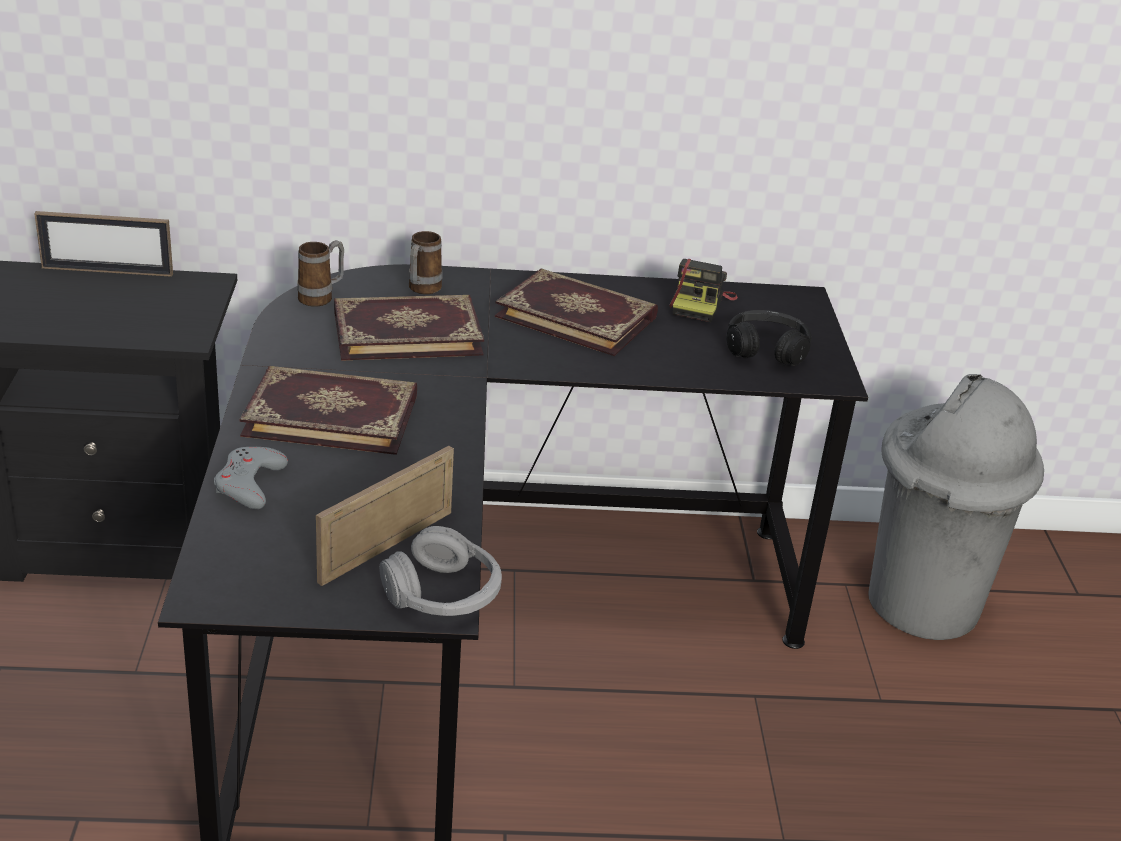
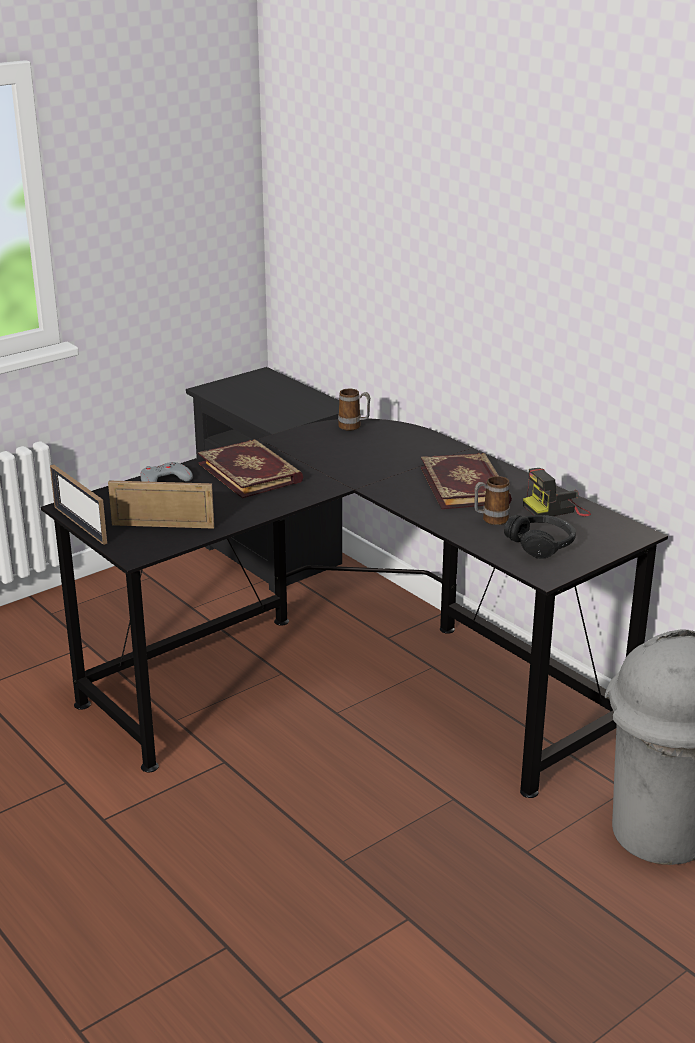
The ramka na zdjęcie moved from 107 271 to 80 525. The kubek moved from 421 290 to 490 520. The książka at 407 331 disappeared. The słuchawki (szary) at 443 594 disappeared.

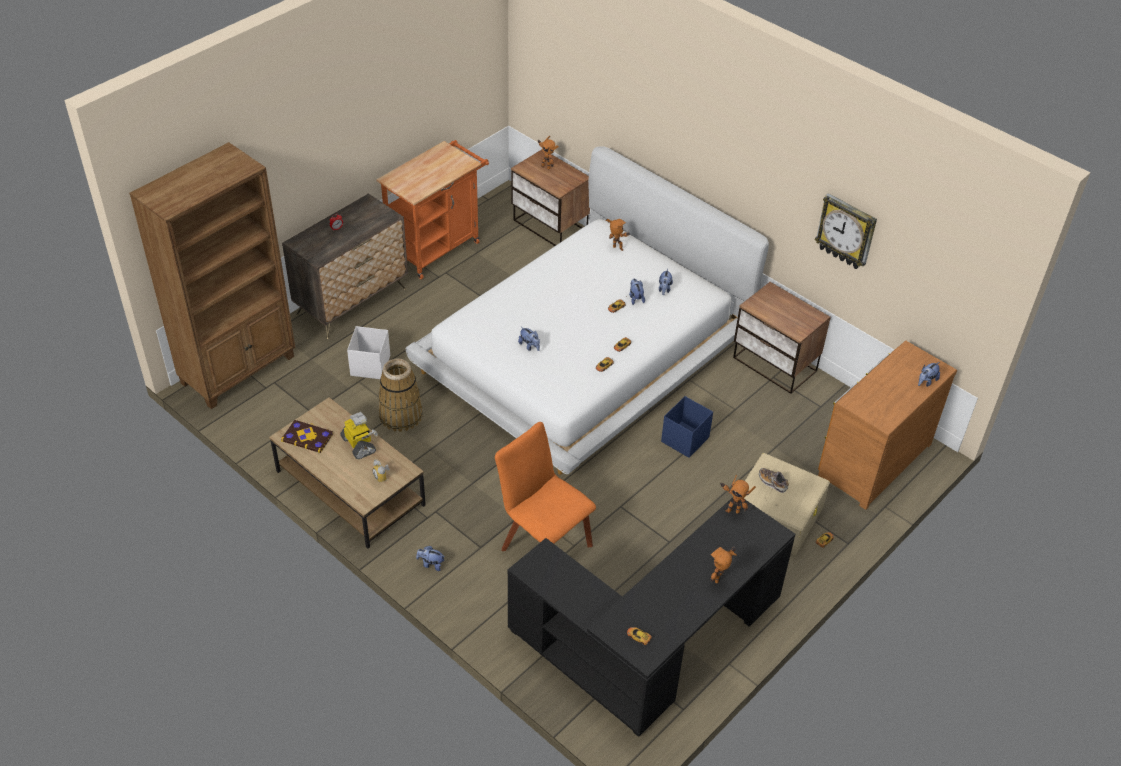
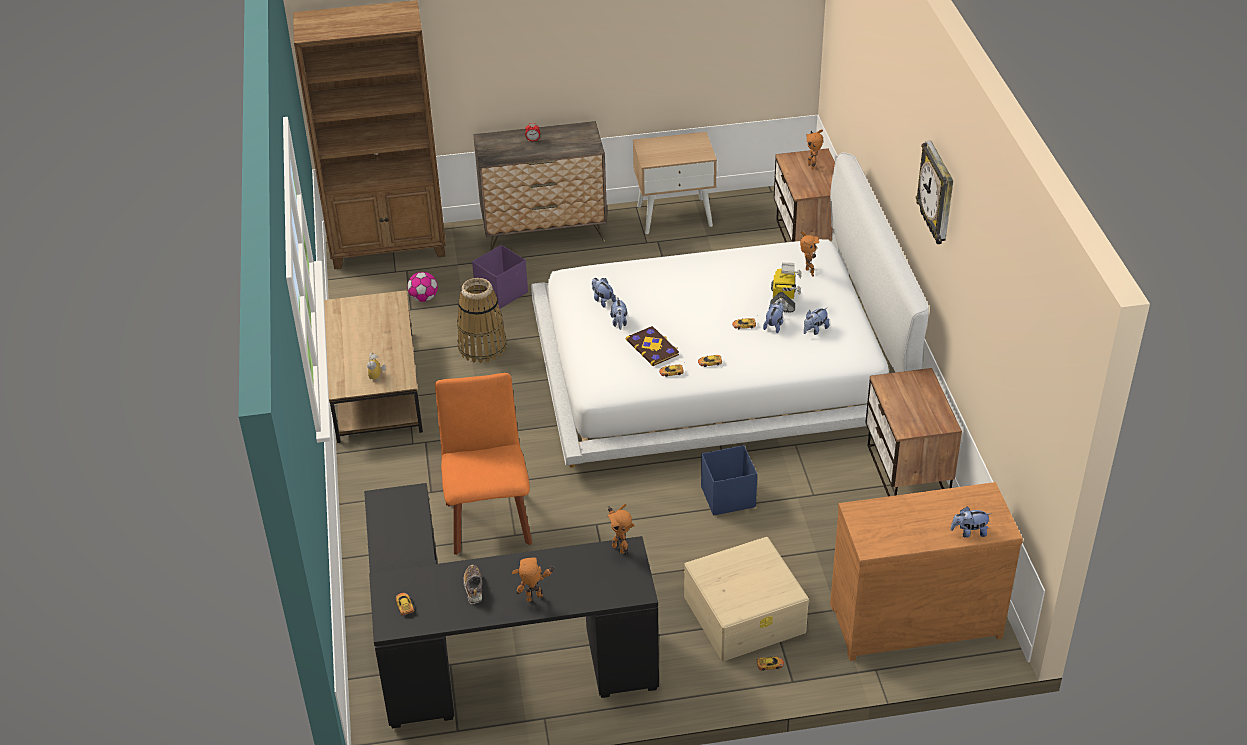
The wózek (pomarańczowy) at 438 247 was replaced by the szafka nocna (beżowy) at 675 215. The zegar ścienny moved from 846 231 to 938 194. The pojemnik do przechowywania (biały) at 371 365 became the pojemnik do przechowywania (fioletowy) at 502 293. The robot zabawkowy moved from 359 445 to 783 300. The książka moved from 307 437 to 653 347. The but moved from 772 483 to 474 588. The pluszak moved from 431 564 to 602 300. The piłka futbolowa at 424 298 appeared.

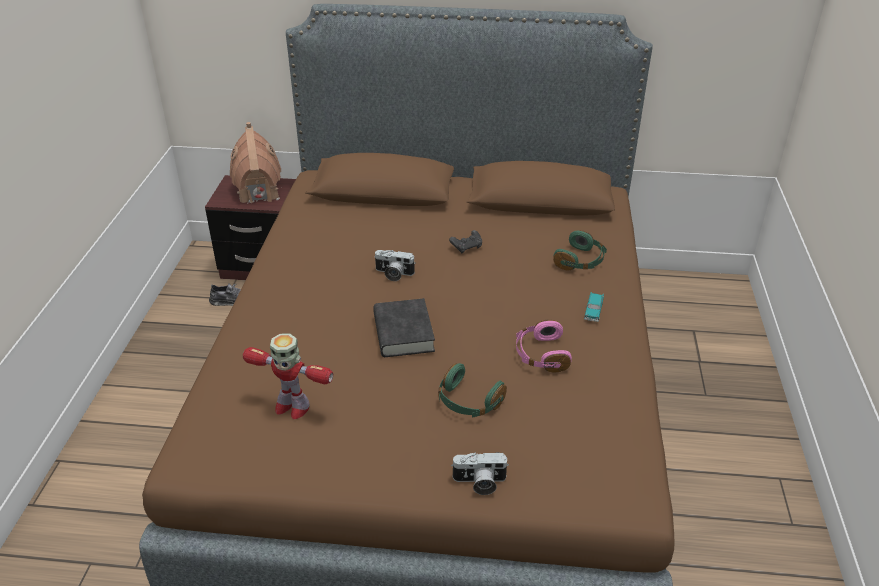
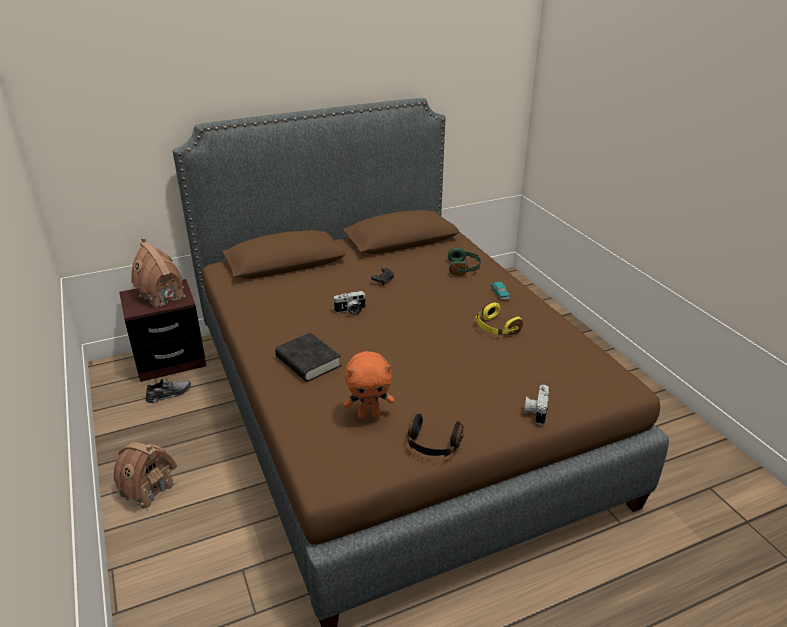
The książka (czarny) moved from 403 333 to 308 362. The słuchawki (różowy) at 540 355 became the słuchawki (żółty) at 495 328. The robot zabawkowy at 291 407 was replaced by the pluszak (pomarańczowy) at 369 414. The słuchawki (zielony) at 468 402 disappeared. The aparat fotograficzny at 479 483 turned 135 degrees clockwise. The słuchawki (czarny) at 433 445 appeared. The domek at 147 489 appeared.

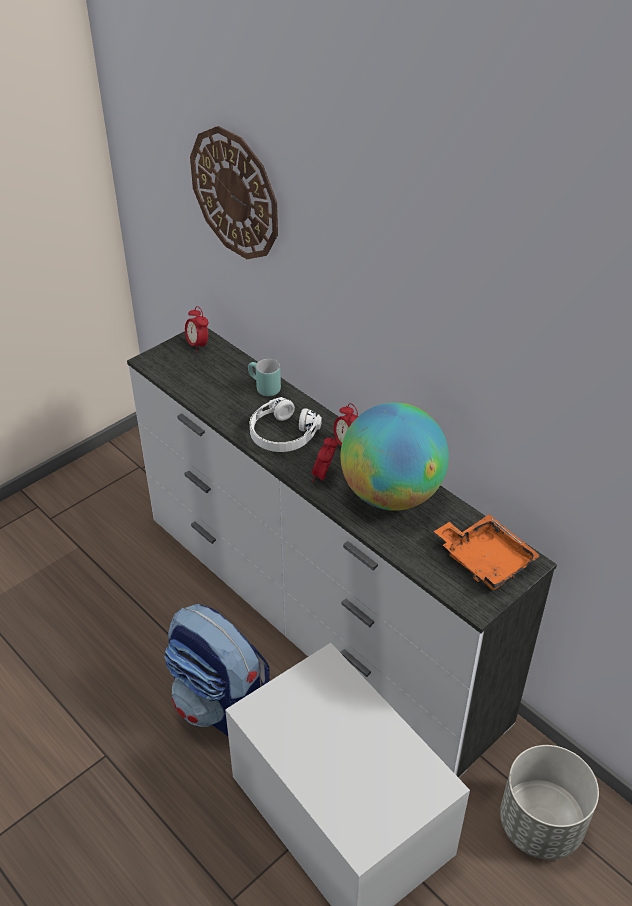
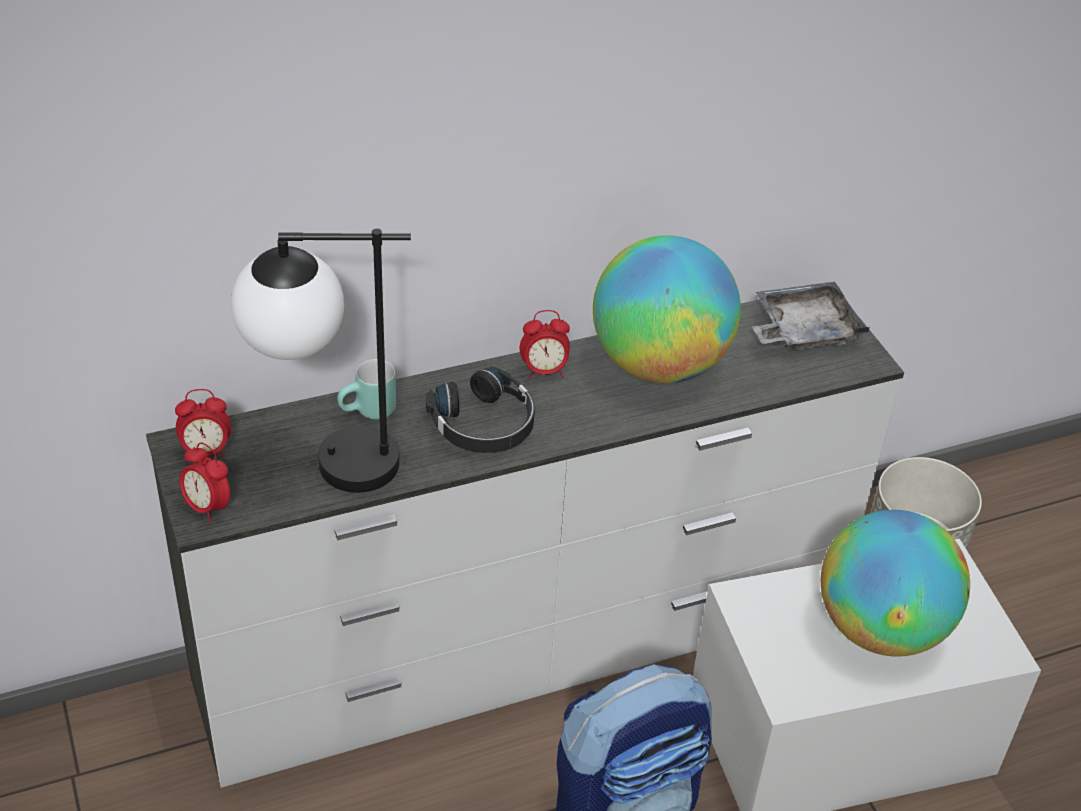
The zegar ścienny at 235 193 disappeared. The słuchawki (biały) at 282 434 became the słuchawki (czarny) at 484 424. The budzik moved from 324 476 to 207 507. The taca (pomarańczowy) at 485 559 became the taca (szary) at 803 330. The lampa stołowa at 324 464 appeared. The globus at 881 629 appeared.

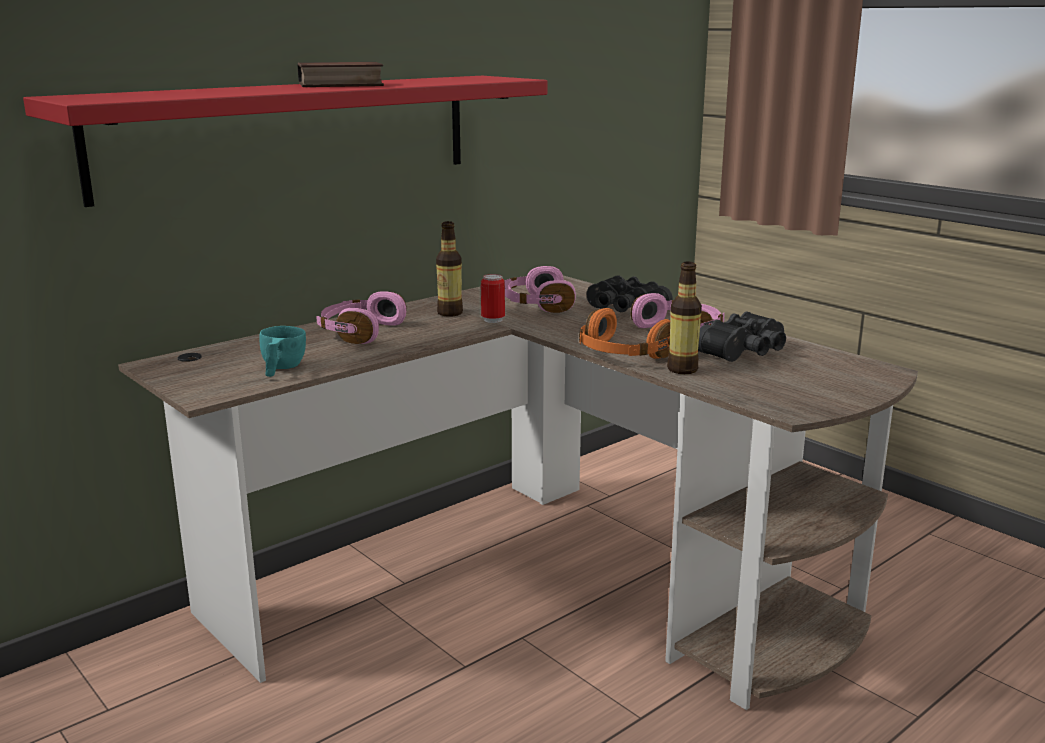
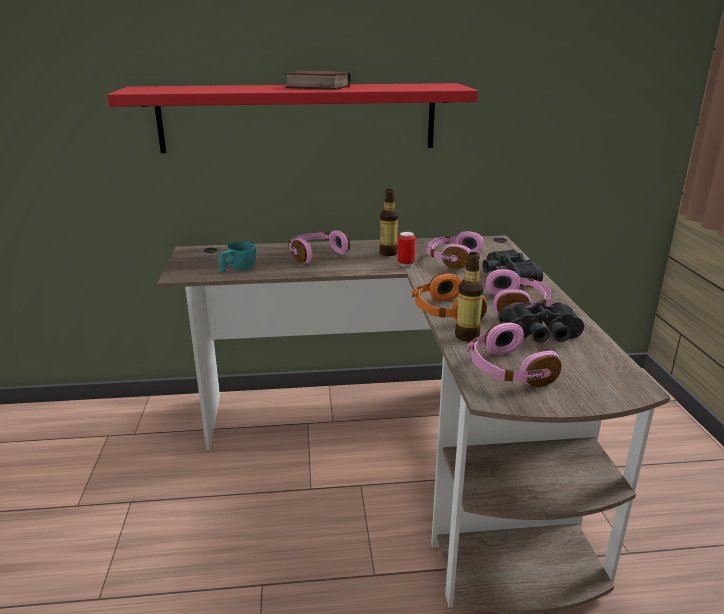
The słuchawki (różowy) at 506 371 appeared.

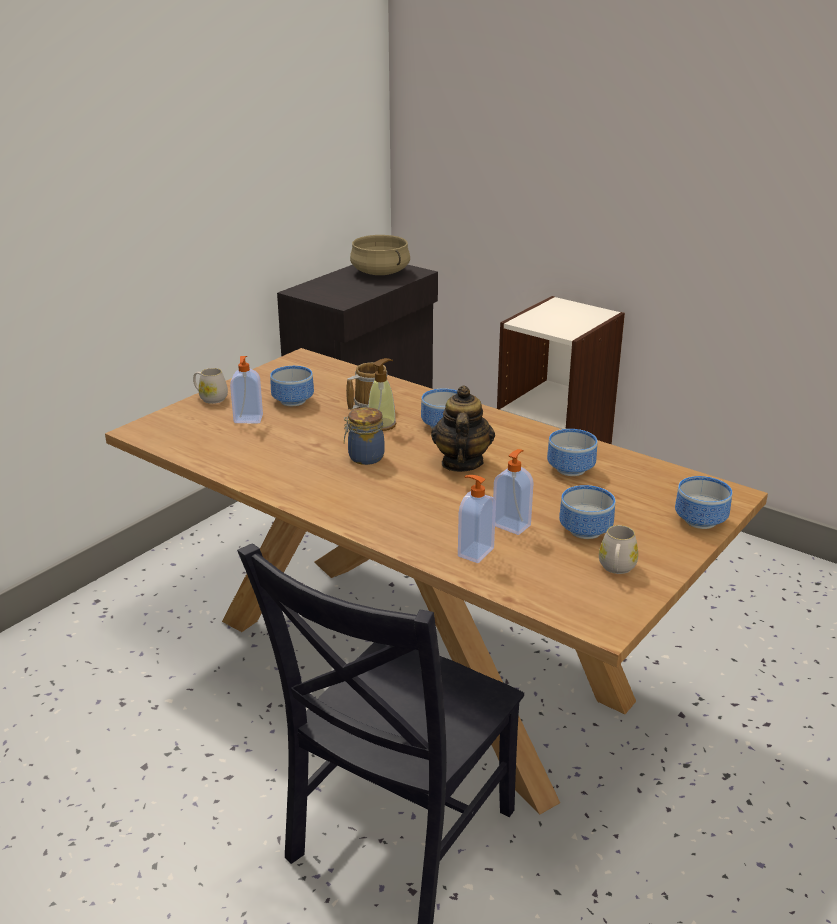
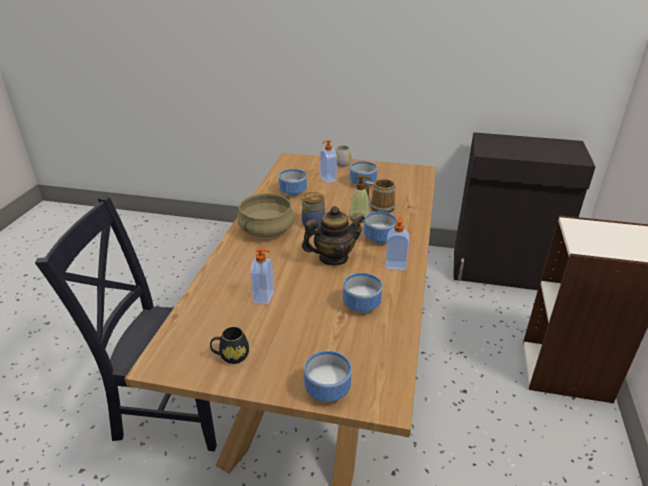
The garnek (beżowy) moved from 381 272 to 267 230. The dozownik mydła moved from 474 552 to 395 265. The miska moved from 587 531 to 292 193. The kubek (biały) at 616 568 became the kubek (czarny) at 231 356.

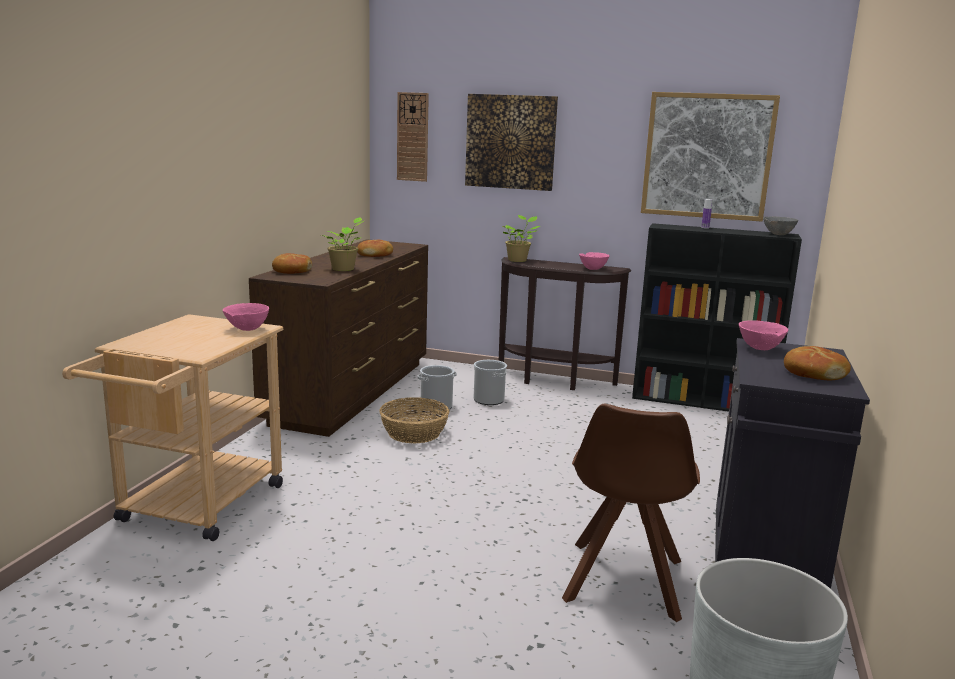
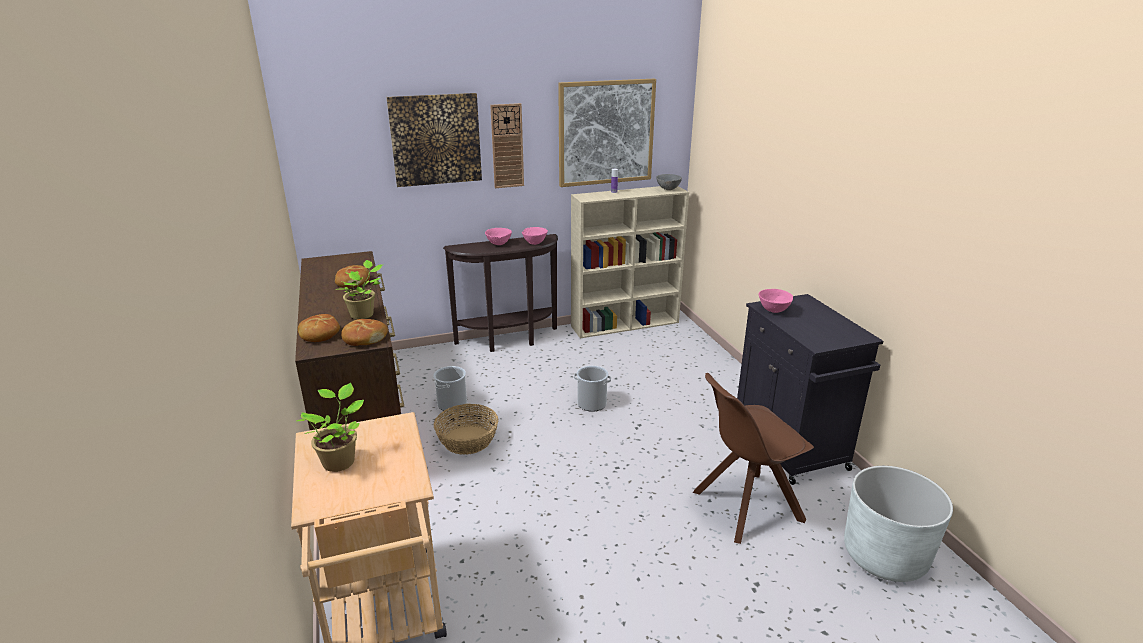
The zegar ścienny moved from 412 137 to 507 146. The roślina doniczkowa moved from 518 260 to 340 461. The regał (czarny) at 703 402 became the regał (beżowy) at 626 324. The miska (różowy) moved from 247 329 to 498 244. The chleb moved from 813 373 to 364 338. The wiadro moved from 488 400 to 591 404. The krzesło (brązowy) at 623 582 turned 90 degrees clockwise.

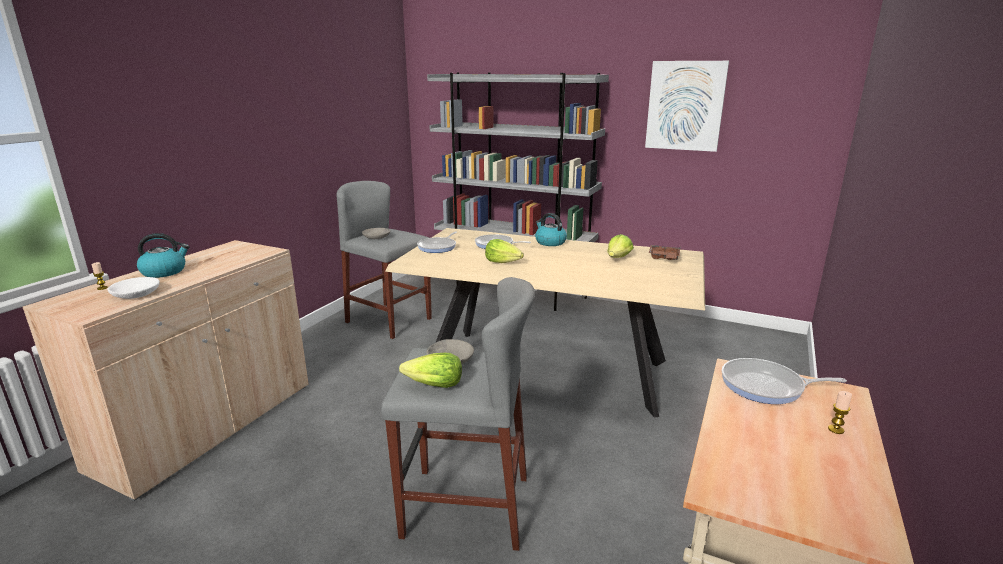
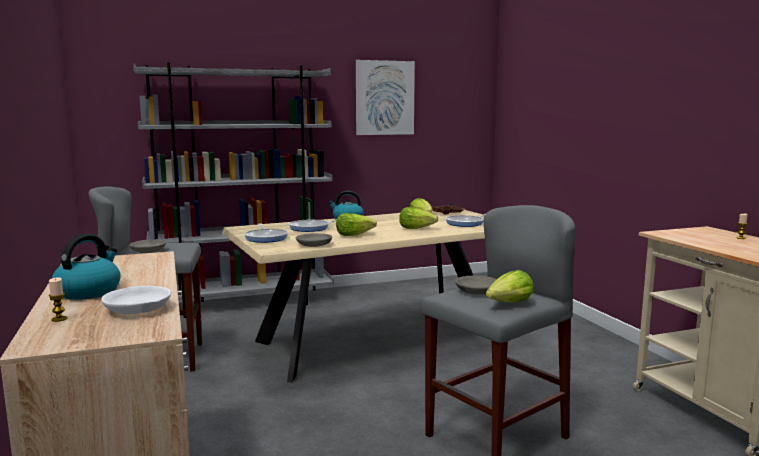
The patelnia moved from 766 386 to 466 223. The sałata at 416 228 appeared. The miska (szary) at 314 245 appeared.

